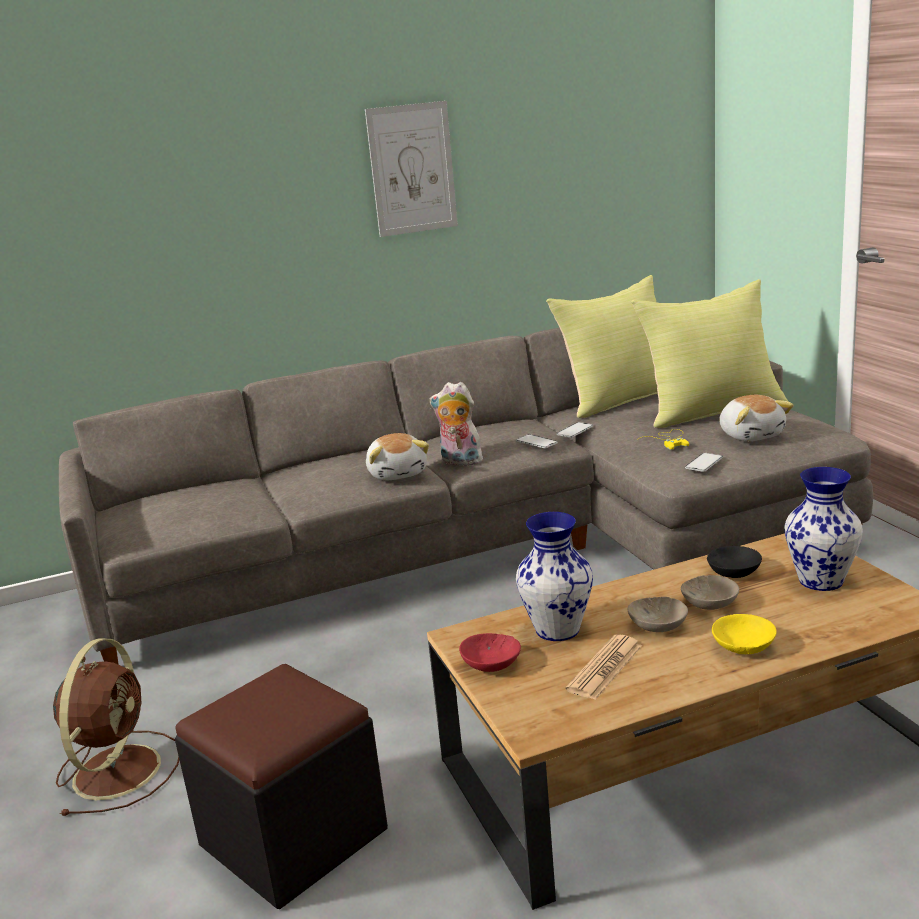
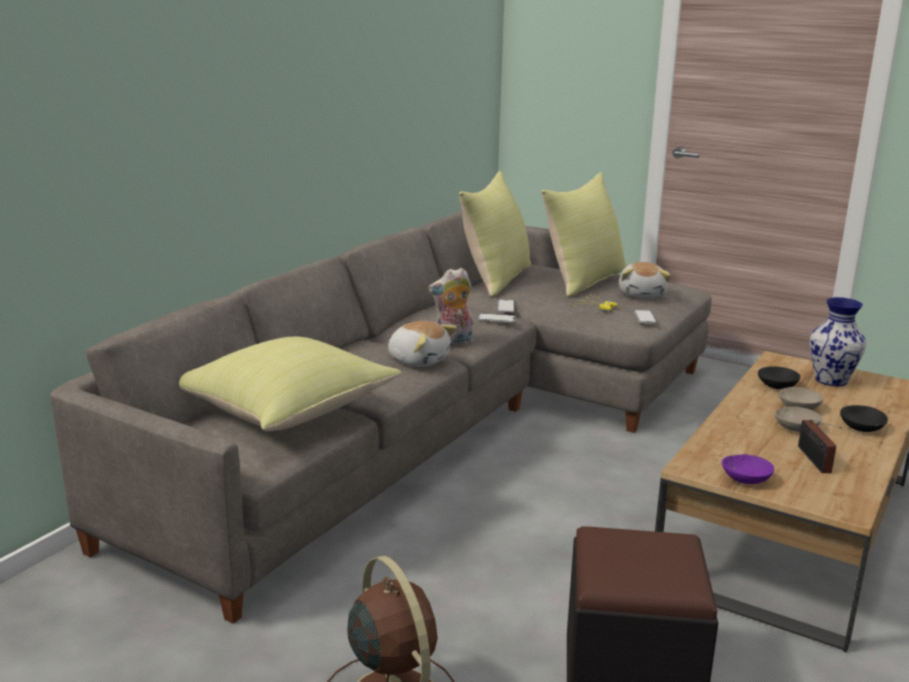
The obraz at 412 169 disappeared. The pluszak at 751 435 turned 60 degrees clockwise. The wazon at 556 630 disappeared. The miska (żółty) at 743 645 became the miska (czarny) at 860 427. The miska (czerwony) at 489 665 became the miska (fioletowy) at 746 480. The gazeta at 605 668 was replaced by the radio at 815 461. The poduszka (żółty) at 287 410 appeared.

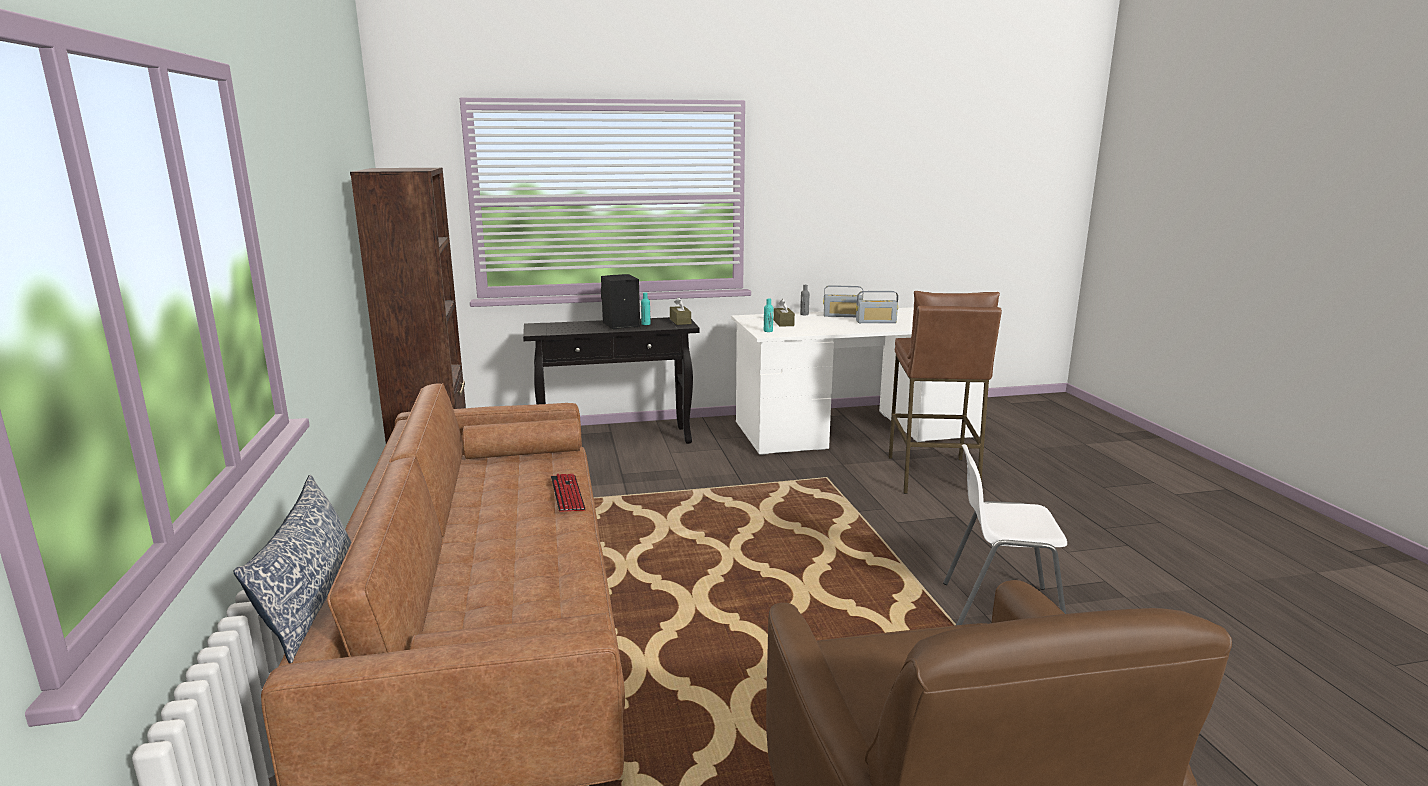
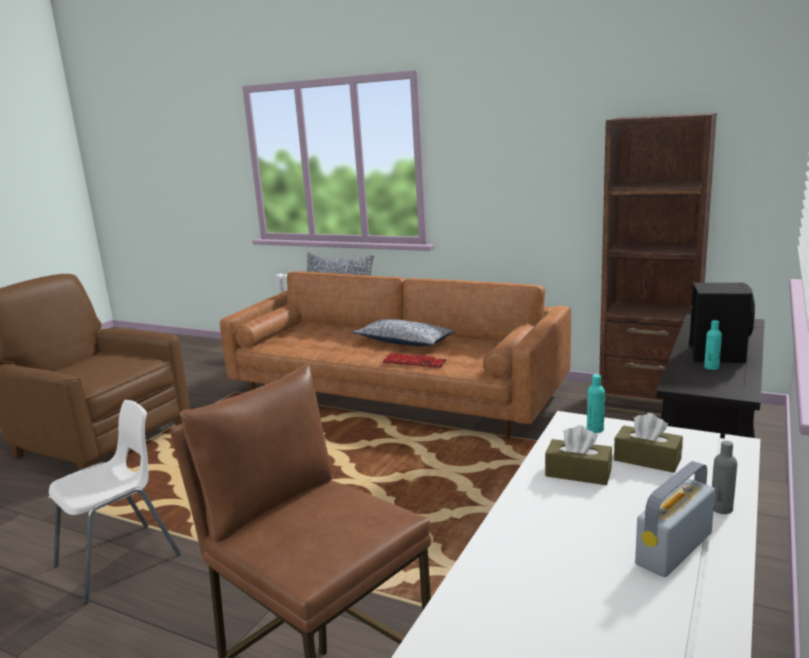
The radio at 876 322 disappeared. The pudełko chusteczek (brązowy) moved from 680 321 to 578 473. The poduszka at 404 342 appeared.

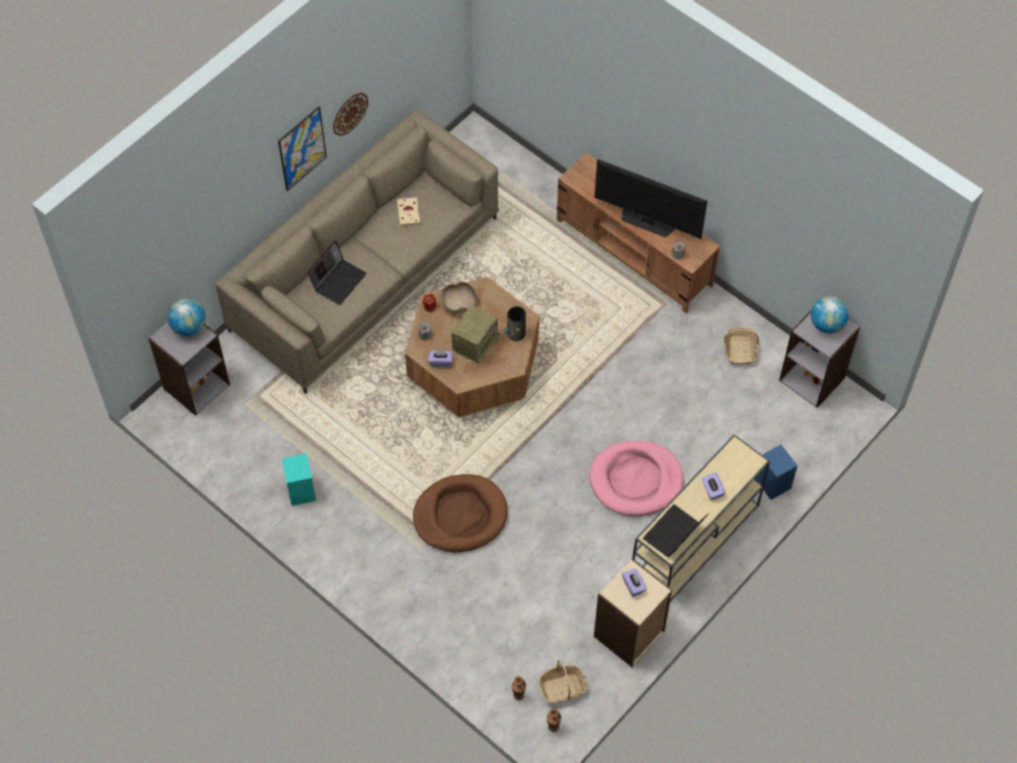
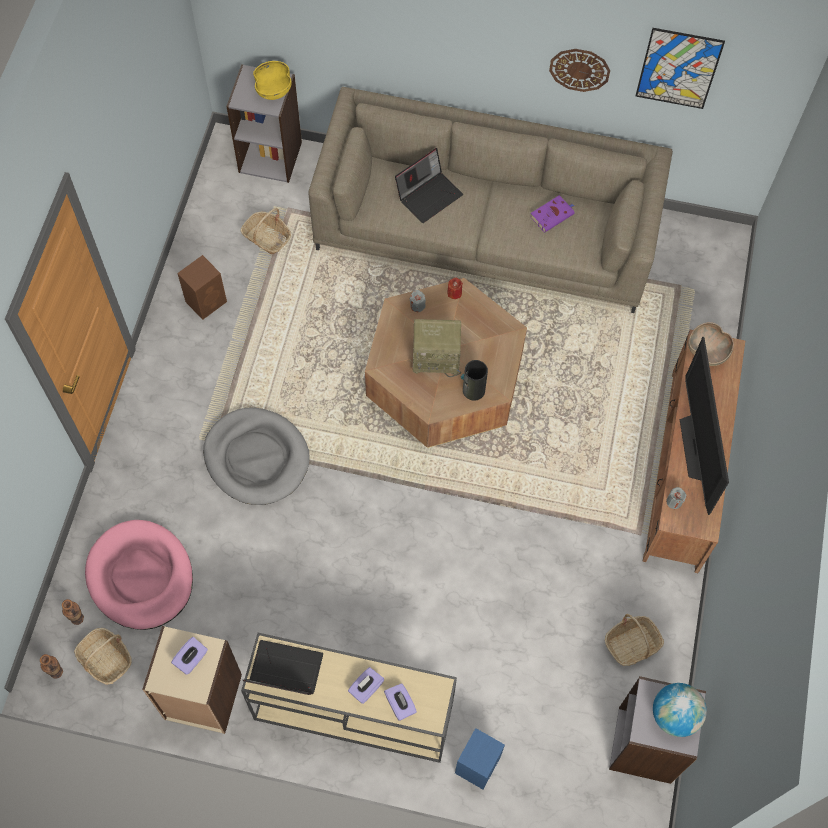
The obraz moved from 302 148 to 678 68. The książka (beżowy) at 408 212 became the książka (fioletowy) at 552 215. The laptop at 338 280 turned 45 degrees counterclockwise. The miska (brązowy) moved from 459 304 to 707 351. The globus at 189 327 was replaced by the miska (żółty) at 274 89. The pudełko chusteczek (fioletowy) moved from 440 362 to 400 704. The legowisko (różowy) moved from 636 480 to 140 576. The głośnik (turkusowy) at 301 490 became the głośnik (brązowy) at 207 301. The legowisko (brązowy) at 460 515 became the legowisko (szary) at 256 458. The koszyk at 267 238 appeared.

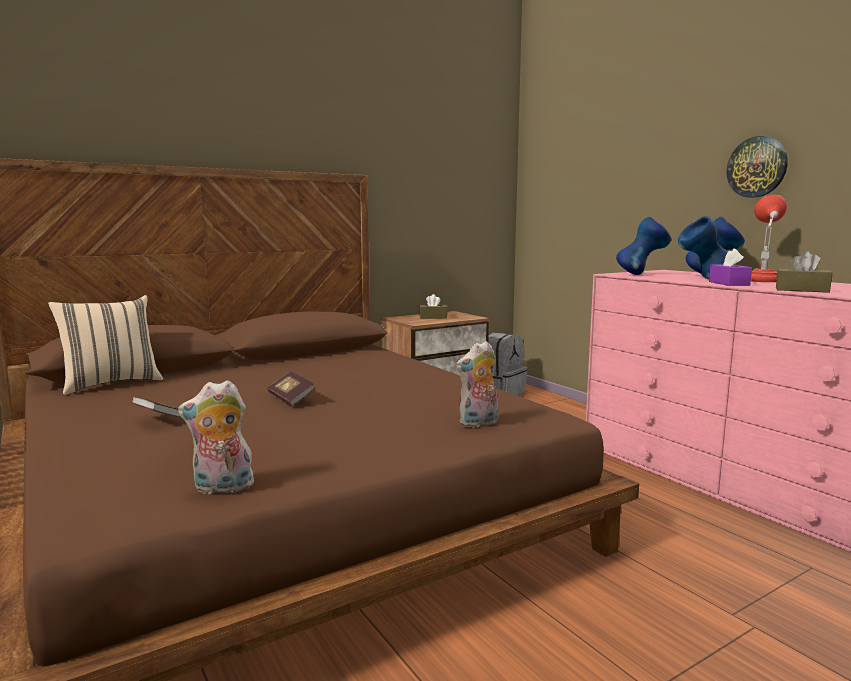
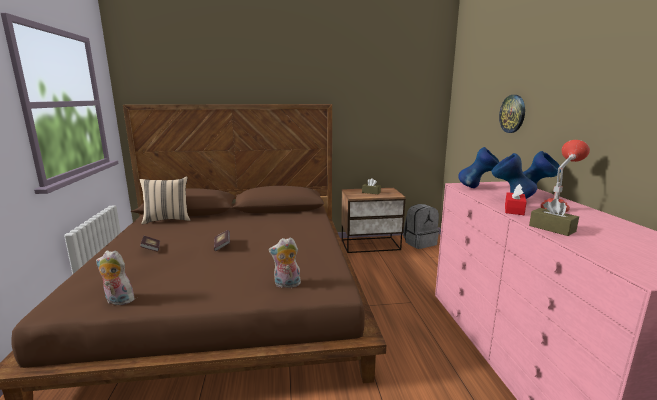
The zegar ścienny moved from 757 167 to 512 114. The pudełko chusteczek (fioletowy) at 728 283 became the pudełko chusteczek (czerwony) at 514 210.

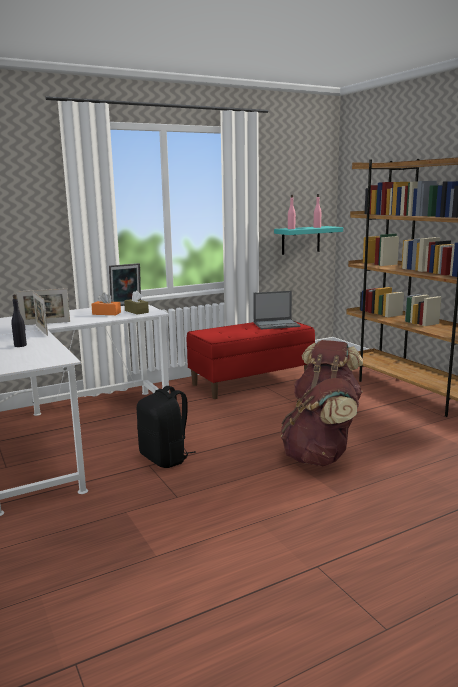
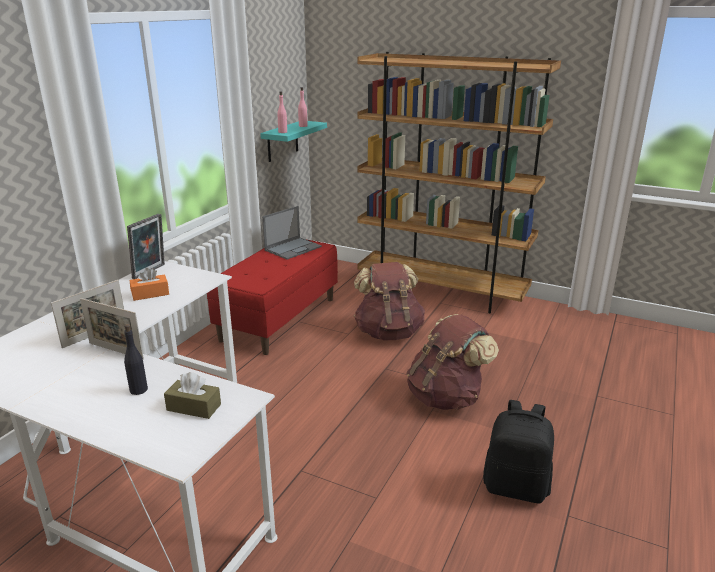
The pudełko chusteczek (brązowy) moved from 136 311 to 194 407. The plecak (czarny) moved from 165 458 to 516 486.

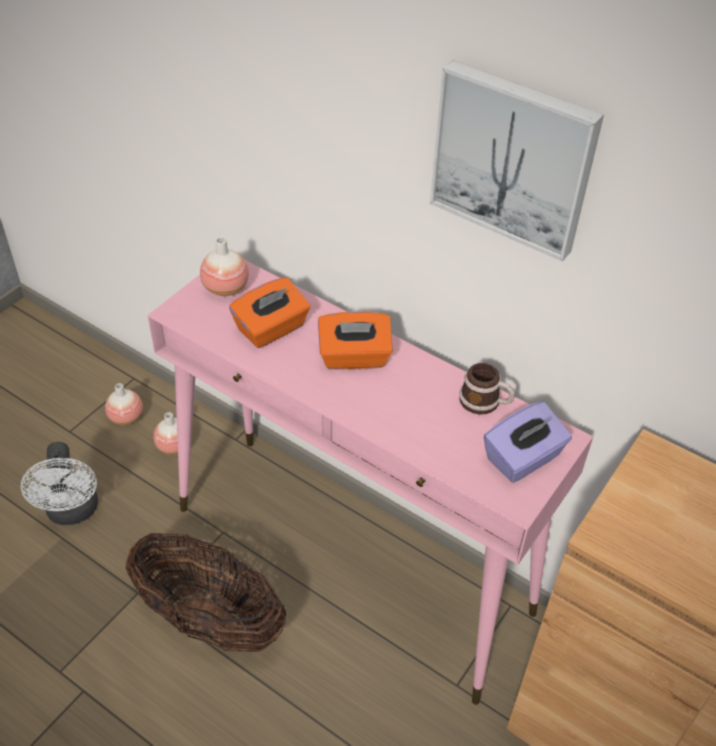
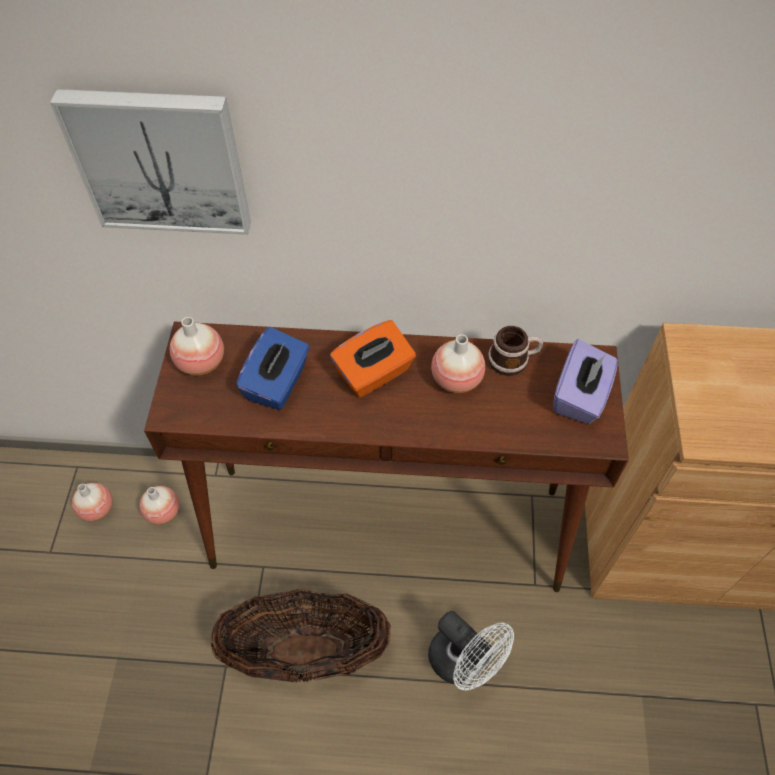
The obraz moved from 514 158 to 161 160. The stolik konsolowy (różowy) at 353 560 became the stolik konsolowy (brązowy) at 389 528. The pudełko chusteczek (pomarańczowy) at 271 329 became the pudełko chusteczek (niebieski) at 277 383. The wentylator (biały) moved from 73 512 to 464 662. The wazon at 456 379 appeared.

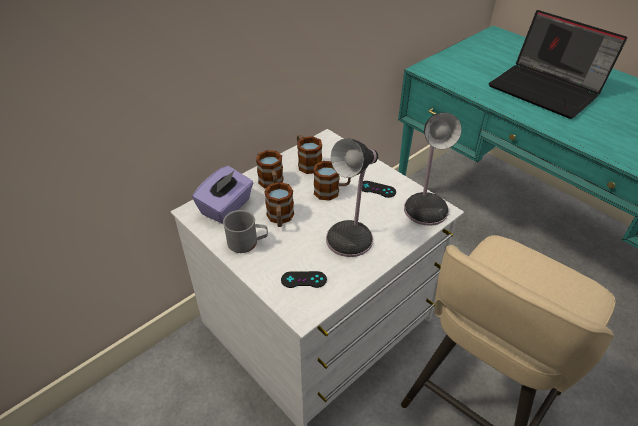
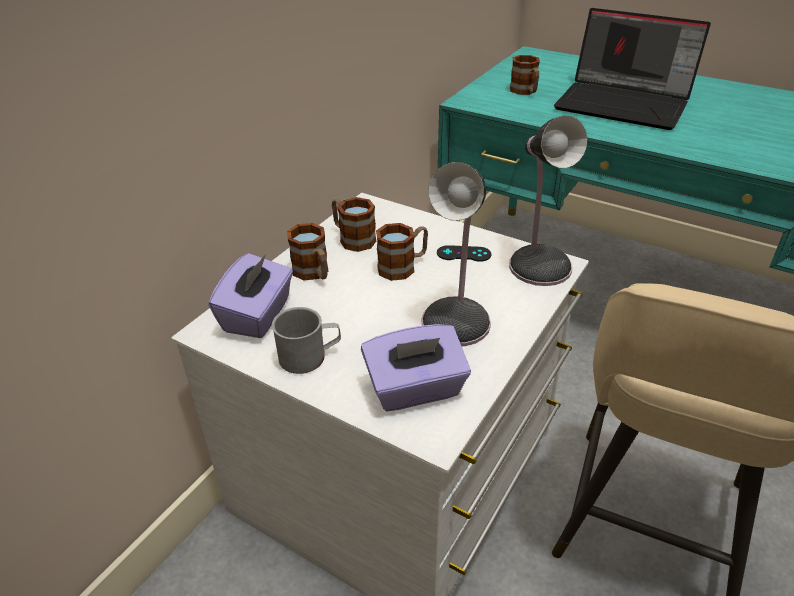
The kubek moved from 280 218 to 525 92. The pad do gier (czarny) at 303 280 was replaced by the pudełko chusteczek (fioletowy) at 415 389.

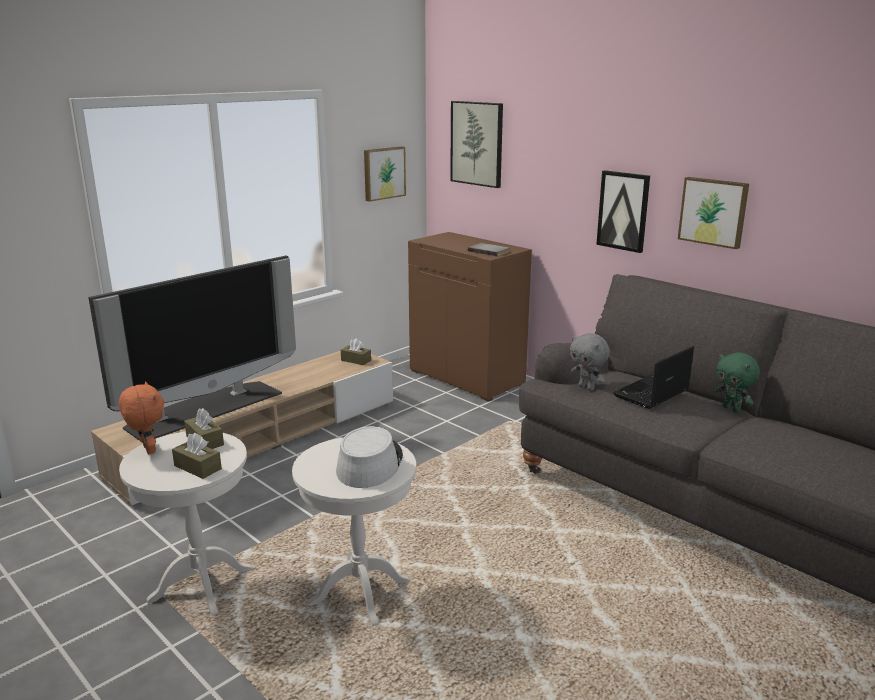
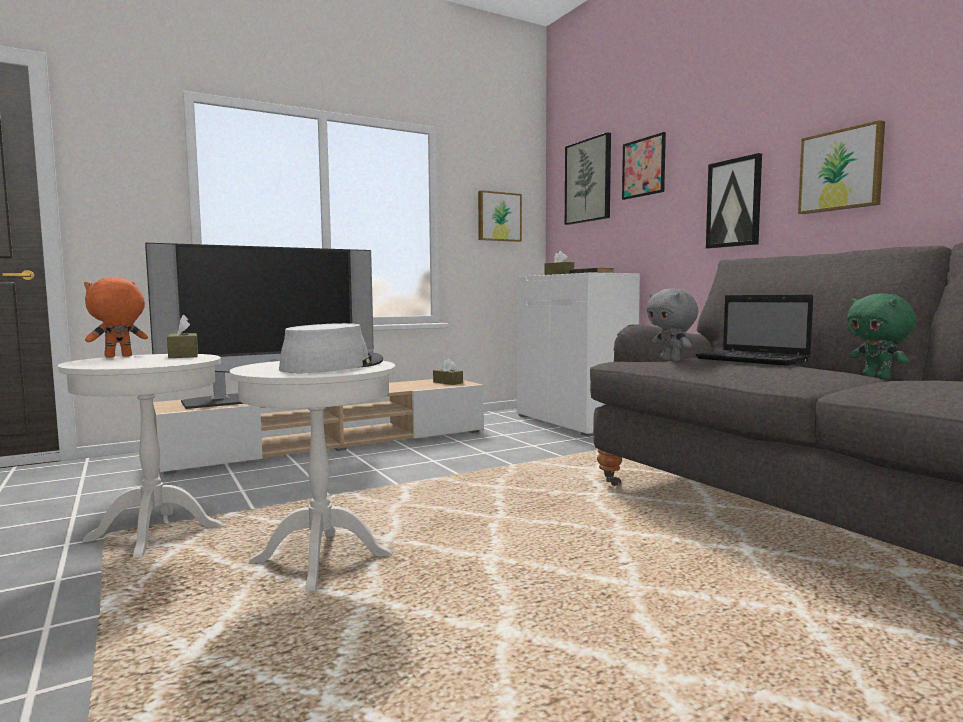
The szafka (brązowy) at 467 377 became the szafka (biały) at 574 422. The laptop at 651 394 turned 105 degrees counterclockwise. The pluszak (pomarańczowy) at 147 450 turned 120 degrees counterclockwise. The pudełko chusteczek (brązowy) moved from 197 467 to 559 274. The obraz at 643 167 appeared.

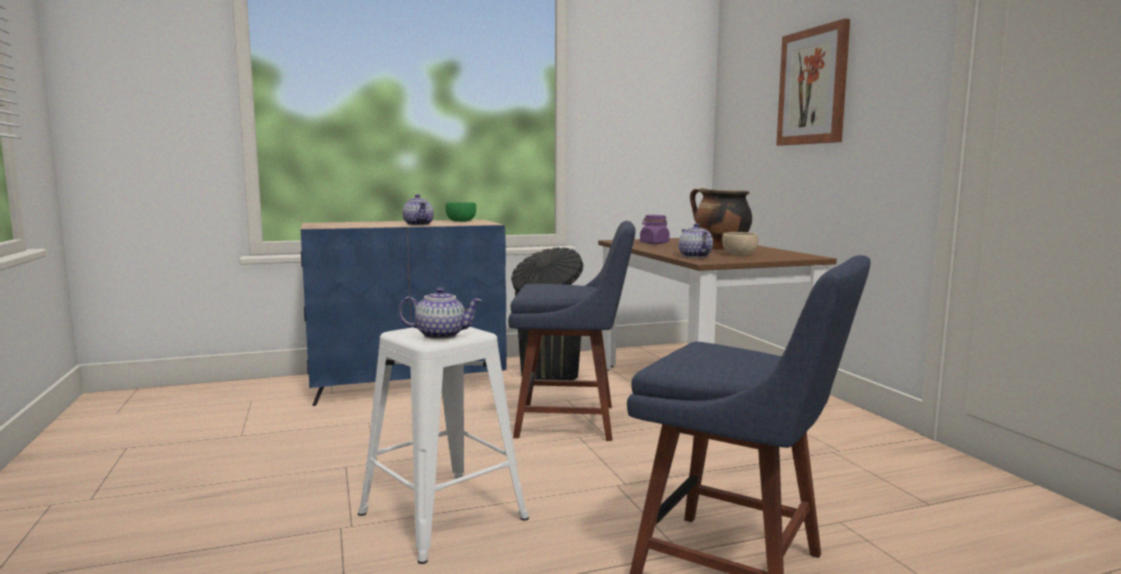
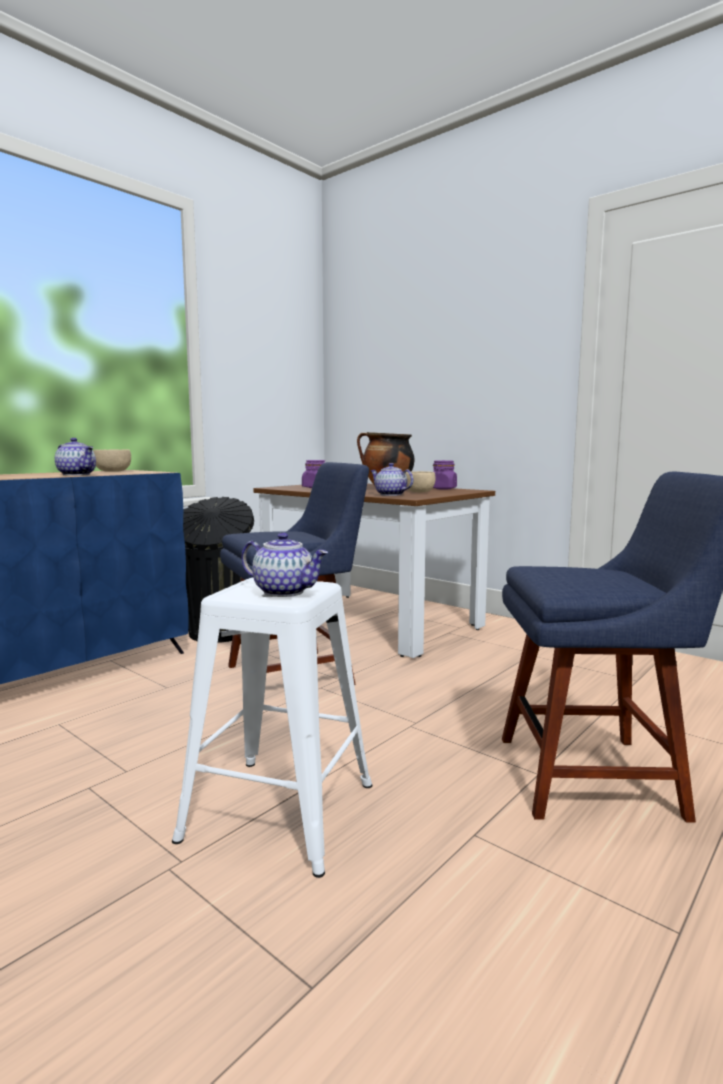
The obraz at 813 87 disappeared. The miska (zielony) at 460 221 became the miska (beżowy) at 112 471. The imbryk at 441 335 turned 60 degrees clockwise. The słoik (fioletowy) at 443 488 appeared.

